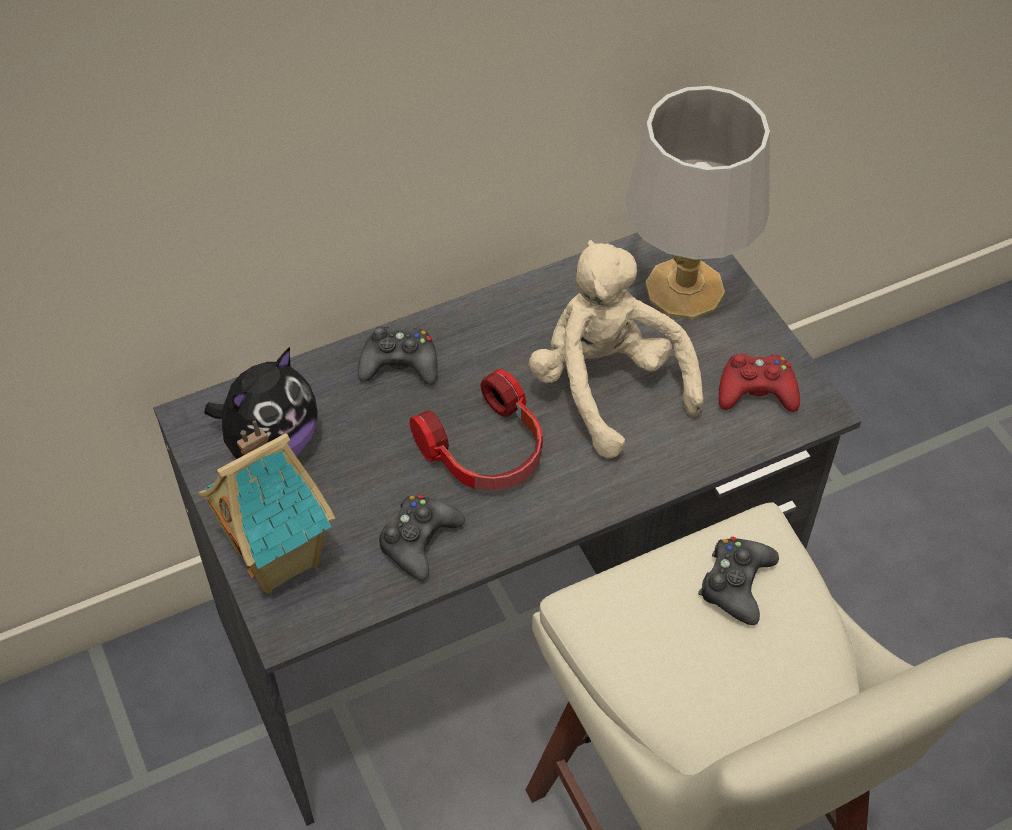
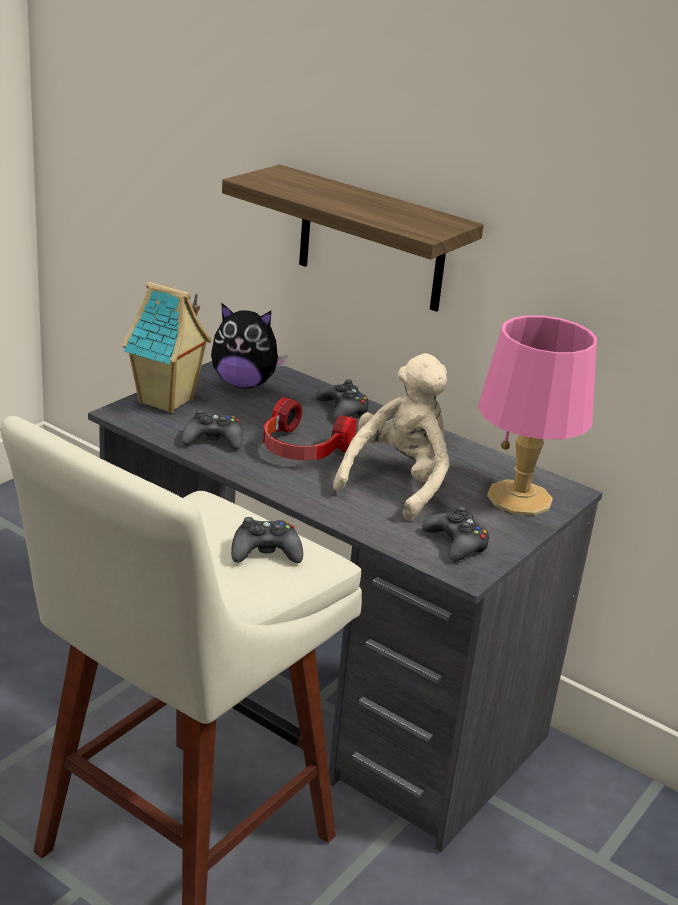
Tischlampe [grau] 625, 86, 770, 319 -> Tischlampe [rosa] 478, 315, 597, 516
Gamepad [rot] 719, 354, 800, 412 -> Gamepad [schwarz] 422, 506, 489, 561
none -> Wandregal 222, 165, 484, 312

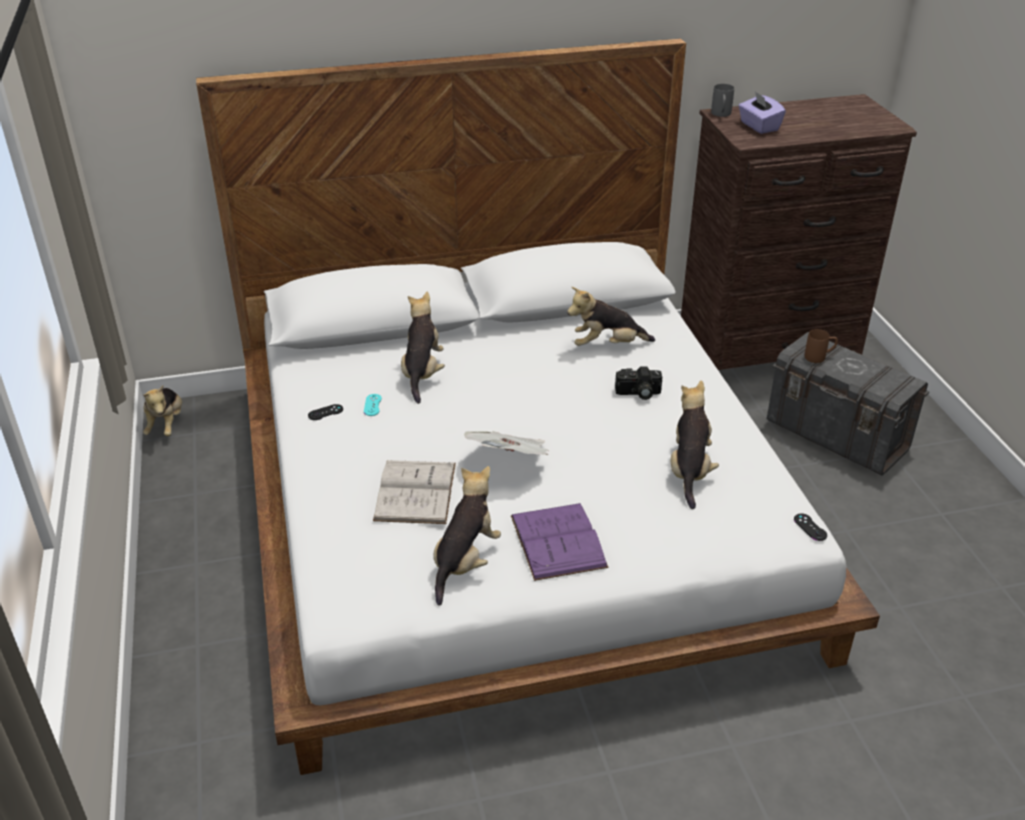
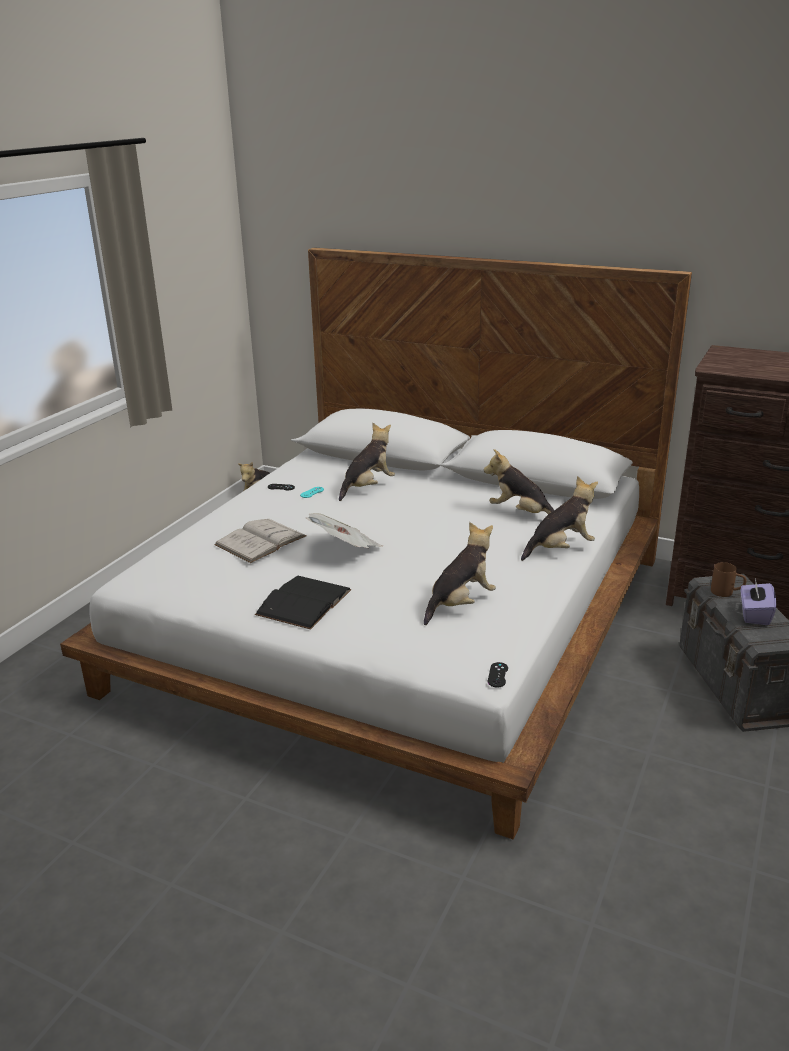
Plüschtier 433, 466, 501, 606 -> Plüschtier 521, 476, 598, 561, shifted
Buch [lila] 511, 503, 608, 581 -> Buch [schwarz] 255, 576, 352, 630
Kamera 615, 366, 662, 400 -> none
Henkelbecher [grau] 711, 84, 734, 117 -> none
Taschentuchbox [lila] 739, 91, 786, 134 -> Taschentuchbox [lila] 741, 578, 776, 625, shifted

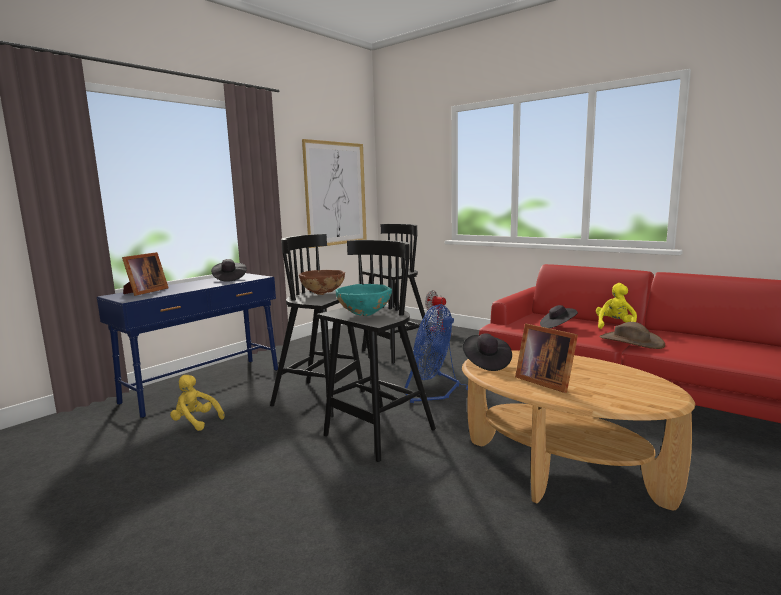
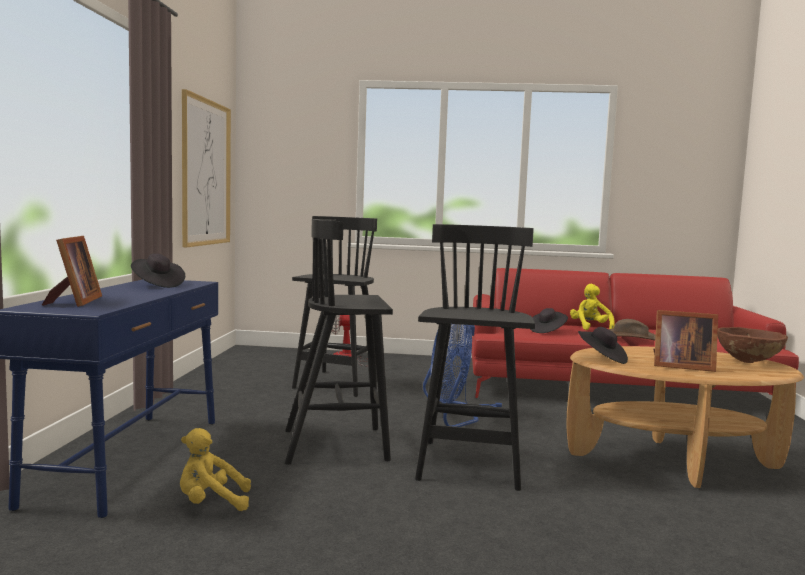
Schüssel [braun] 299, 270, 345, 295 -> Schüssel [braun] 717, 327, 788, 363, shifted
Schüssel [türkis] 336, 284, 392, 316 -> none

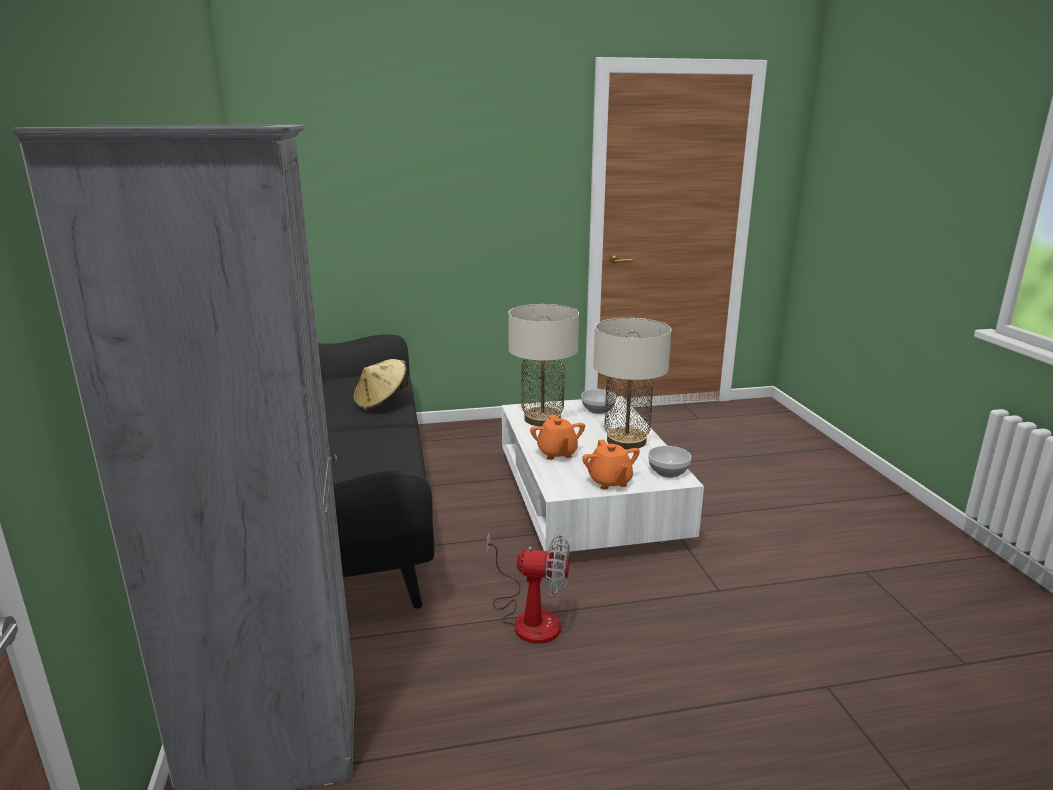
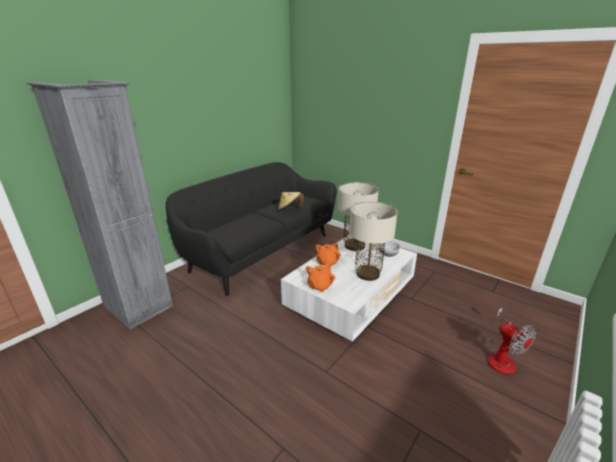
Ventilator 487, 533, 570, 644 -> Ventilator 484, 308, 536, 375, shifted
Schüssel 648, 446, 691, 478 -> none

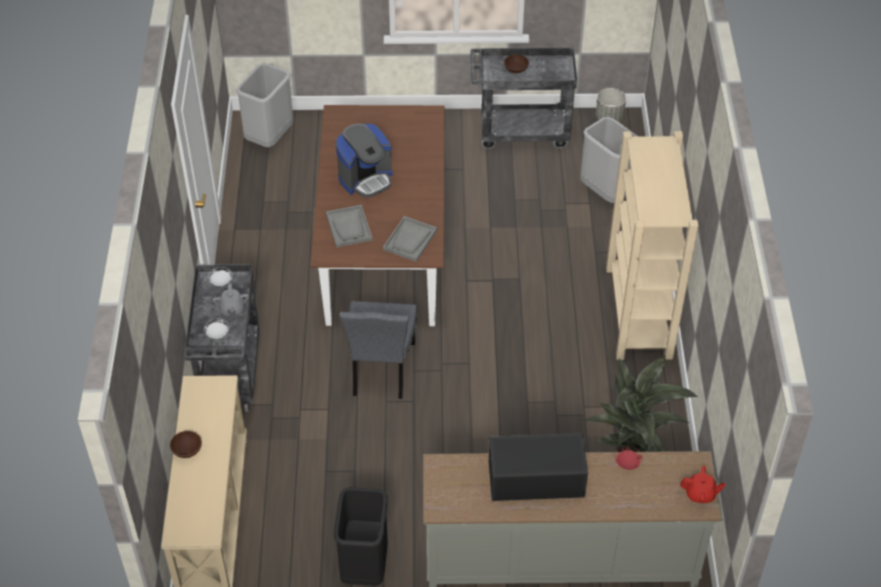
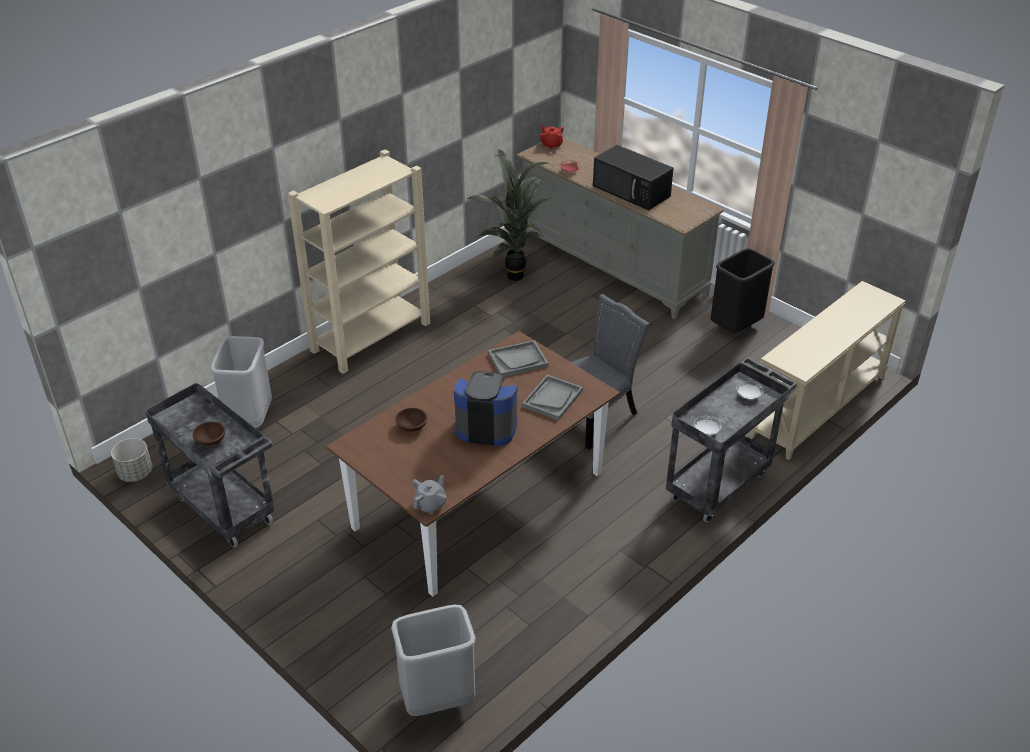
Schüssel [braun] 170, 431, 202, 458 -> Schüssel [braun] 395, 408, 428, 432, shifted
Teekanne [grau] 212, 284, 249, 316 -> Teekanne [grau] 412, 475, 447, 514, shifted

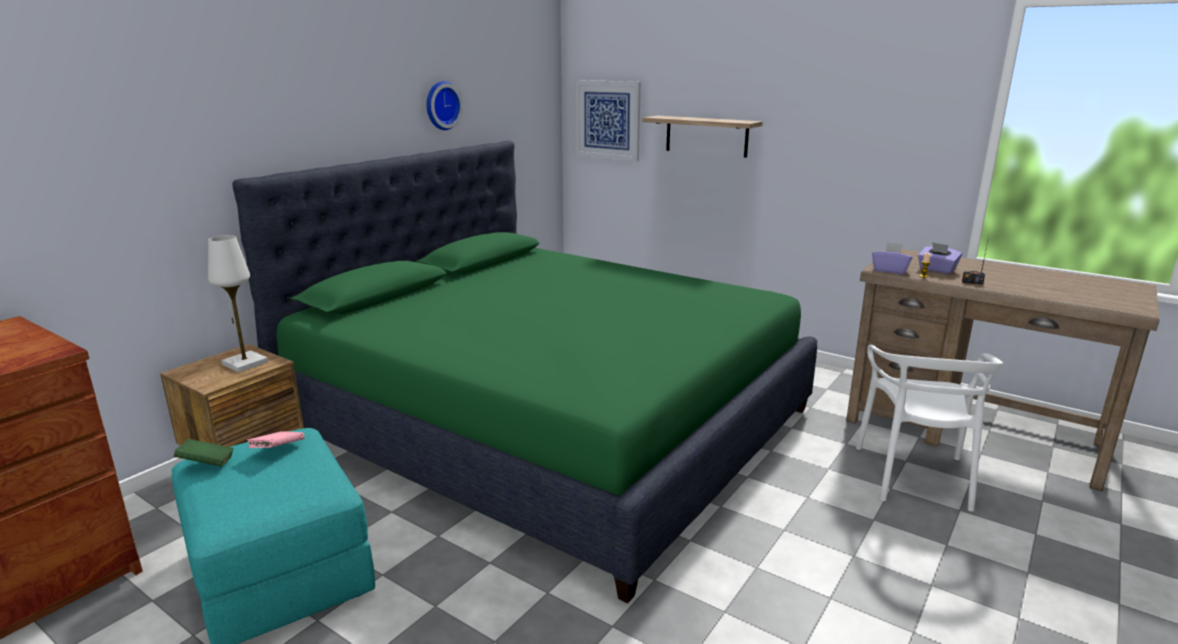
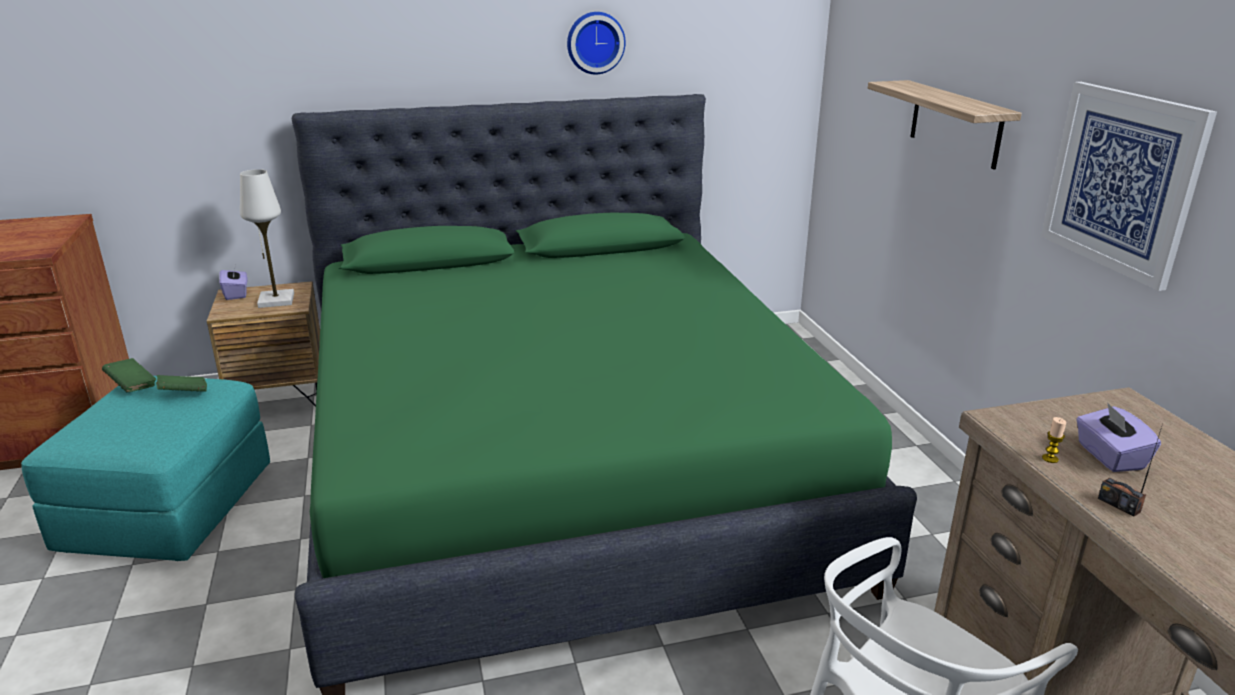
Buch [rosa] 247, 431, 304, 448 -> Buch [grün] 156, 375, 207, 392
Bild 575, 80, 641, 161 -> Bild 1041, 82, 1217, 291, shifted
Taschentuchbox [lila] 872, 242, 913, 274 -> Taschentuchbox [lila] 219, 264, 248, 300, shifted

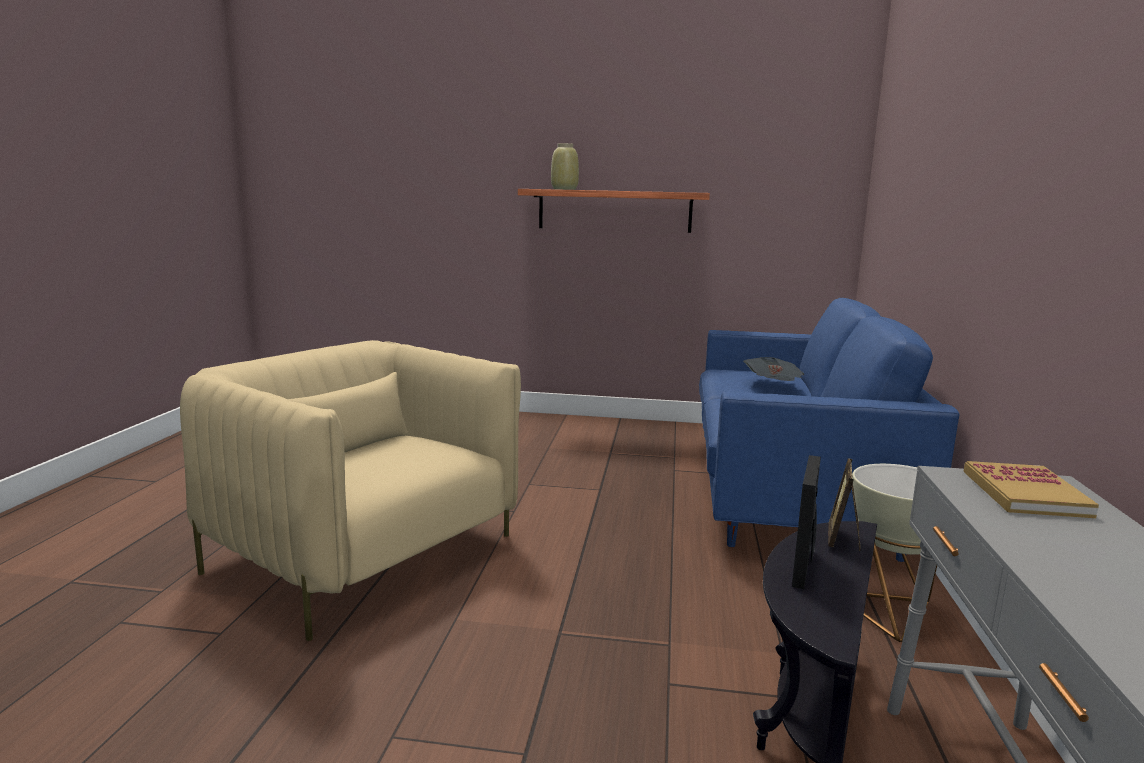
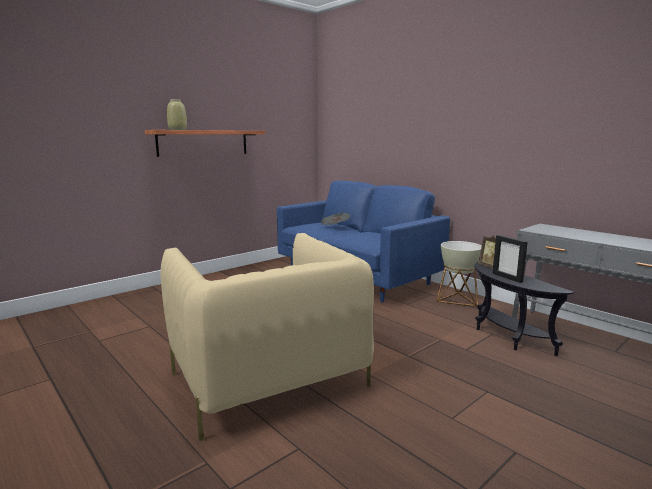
Sessel [beige] 180, 340, 521, 641 -> Sessel [beige] 161, 233, 374, 441, 105 degrees counterclockwise
Buch 963, 461, 1099, 518 -> none

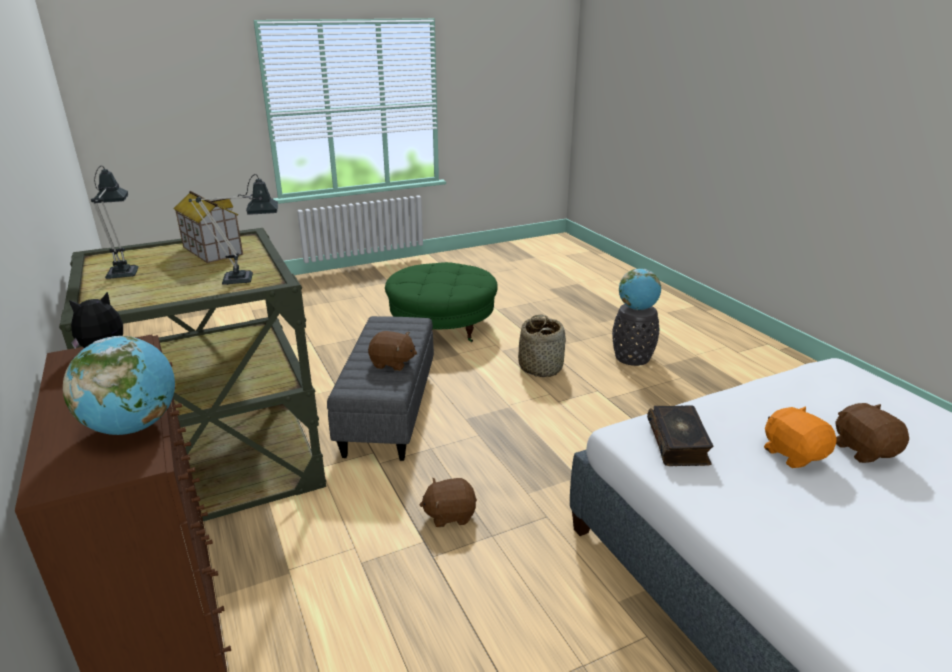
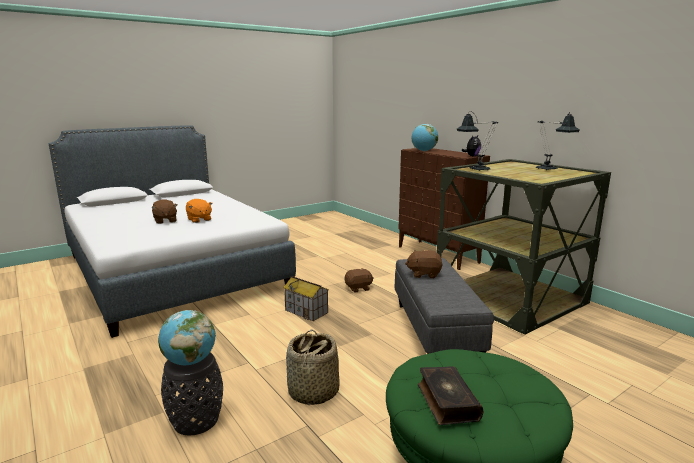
Spielzeughaus 173, 191, 243, 263 -> Spielzeughaus 283, 276, 328, 321, shifted
Buch 647, 405, 713, 466 -> Buch 418, 366, 483, 425, shifted

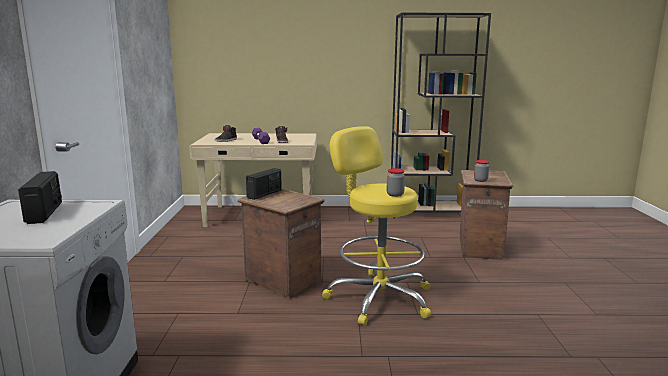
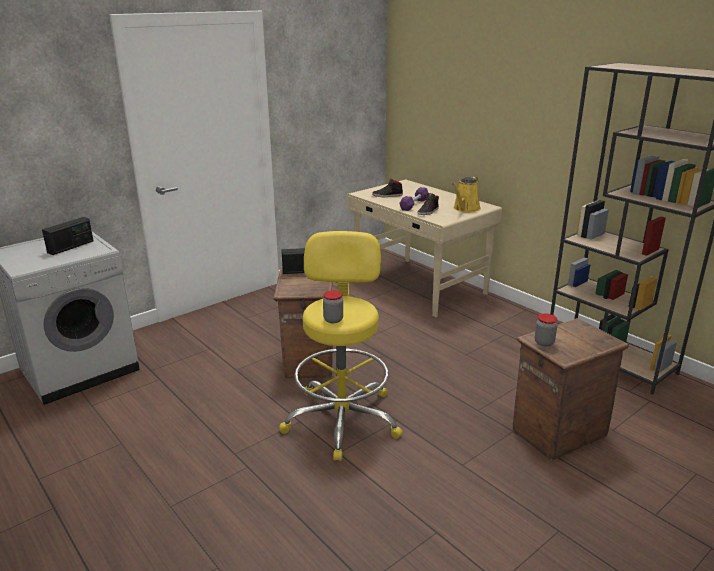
none -> Gießkanne [gelb] 452, 177, 481, 212

